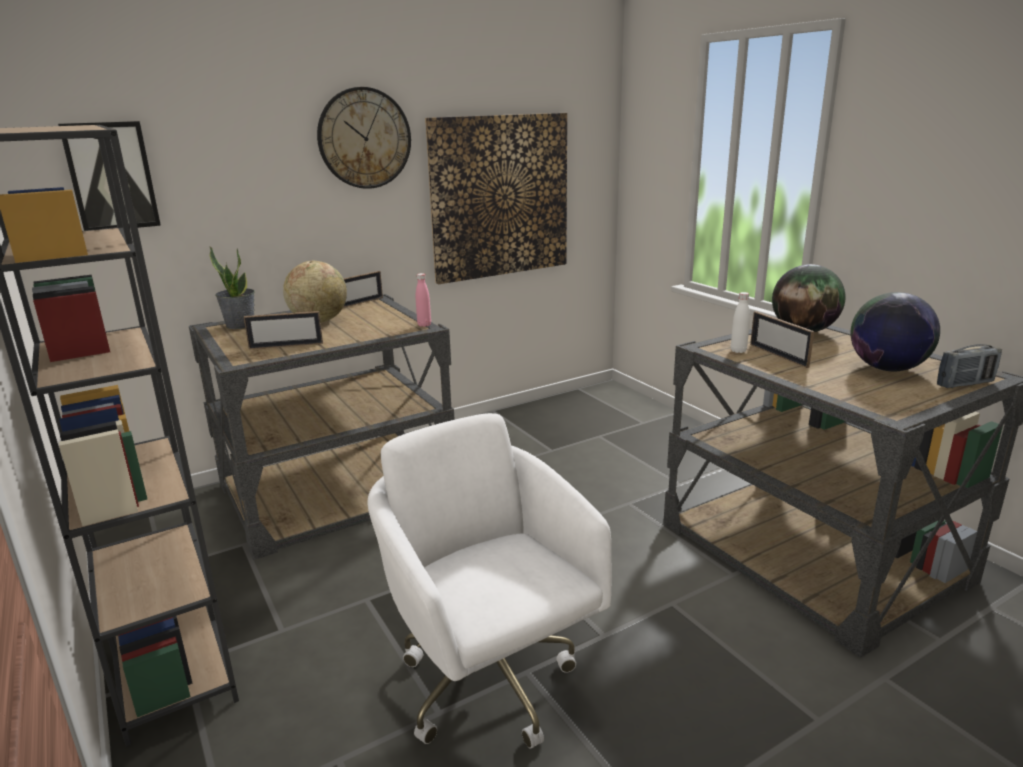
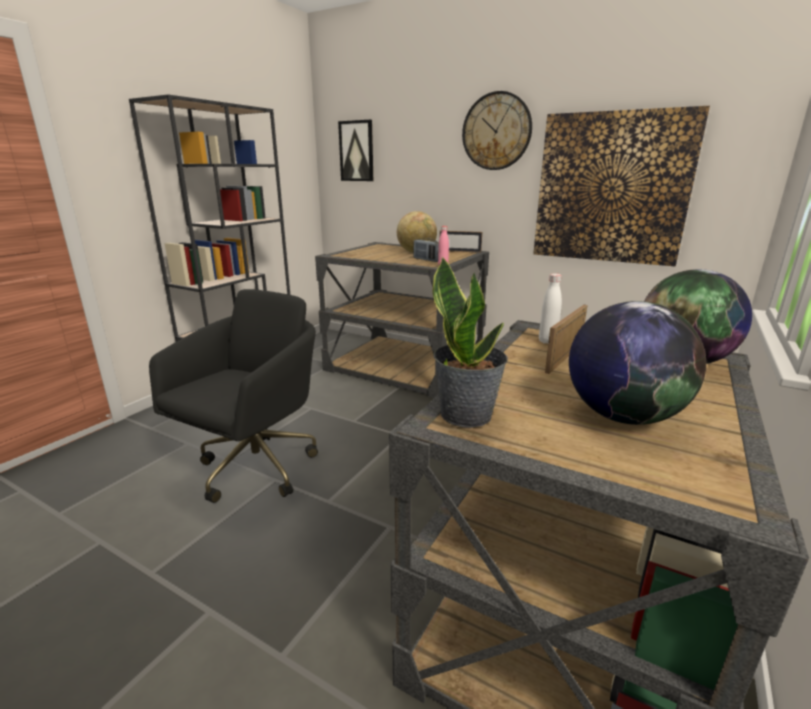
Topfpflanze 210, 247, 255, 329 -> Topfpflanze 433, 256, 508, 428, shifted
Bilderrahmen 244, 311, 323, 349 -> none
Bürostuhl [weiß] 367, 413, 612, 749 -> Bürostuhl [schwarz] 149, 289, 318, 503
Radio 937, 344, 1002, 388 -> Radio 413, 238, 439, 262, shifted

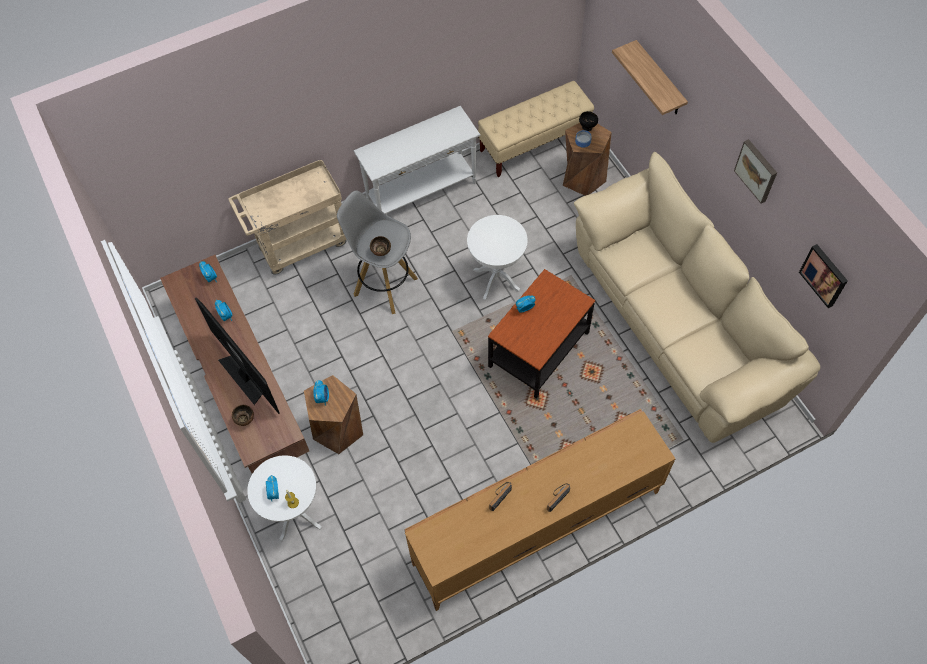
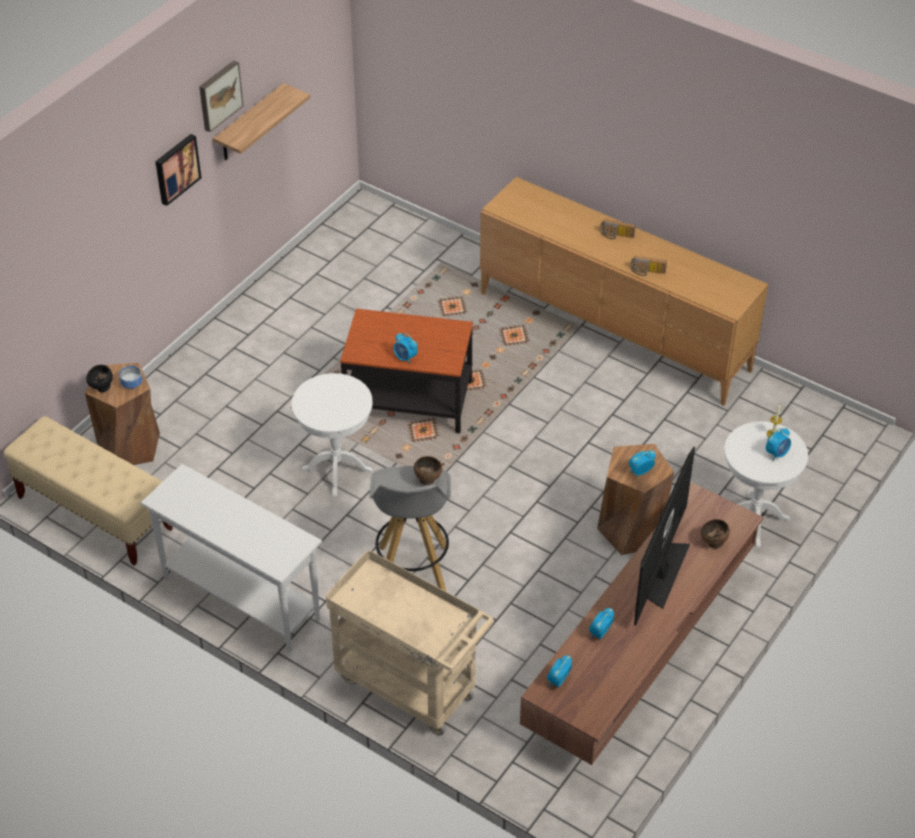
Sofa [beige] 574, 152, 820, 443 -> none
Wandregal 612, 40, 688, 115 -> Wandregal 213, 83, 310, 160, shifted
Bild 799, 244, 848, 308 -> Bild 155, 134, 201, 206, shifted

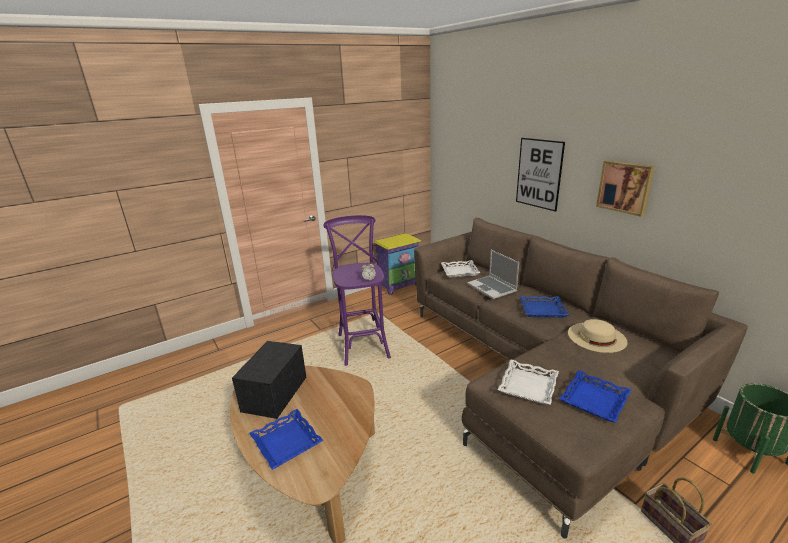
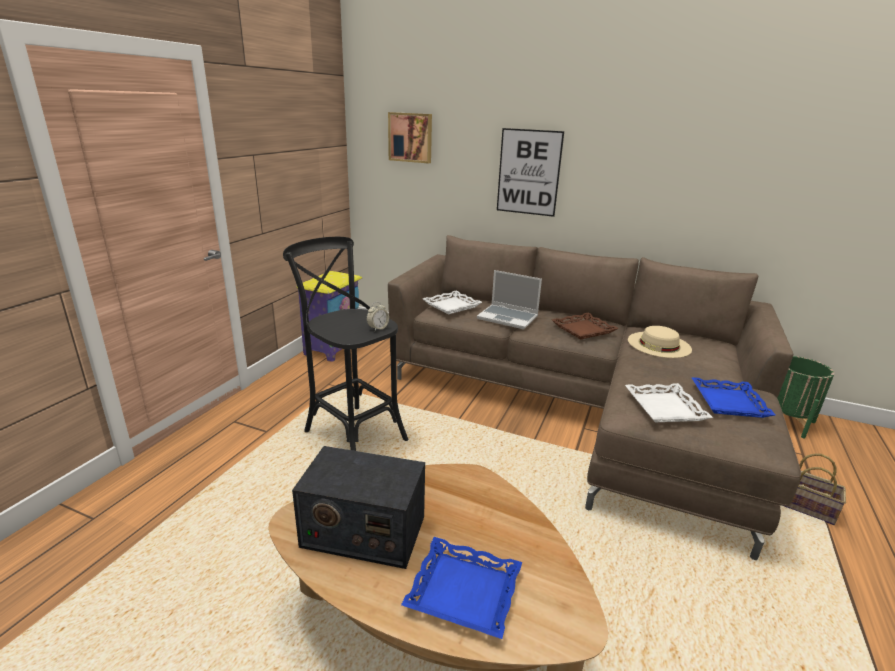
Radio 232, 341, 306, 419 -> Radio 292, 446, 425, 569, 60 degrees counterclockwise
Hocker [lila] 323, 215, 391, 366 -> Hocker [schwarz] 283, 237, 408, 451
Tablett [blau] 519, 296, 569, 318 -> Tablett [braun] 552, 313, 619, 340
Bild 596, 161, 654, 217 -> Bild 388, 112, 432, 164, shifted

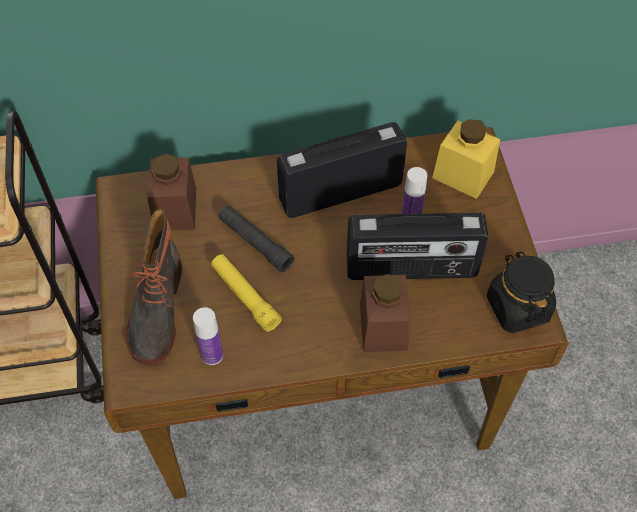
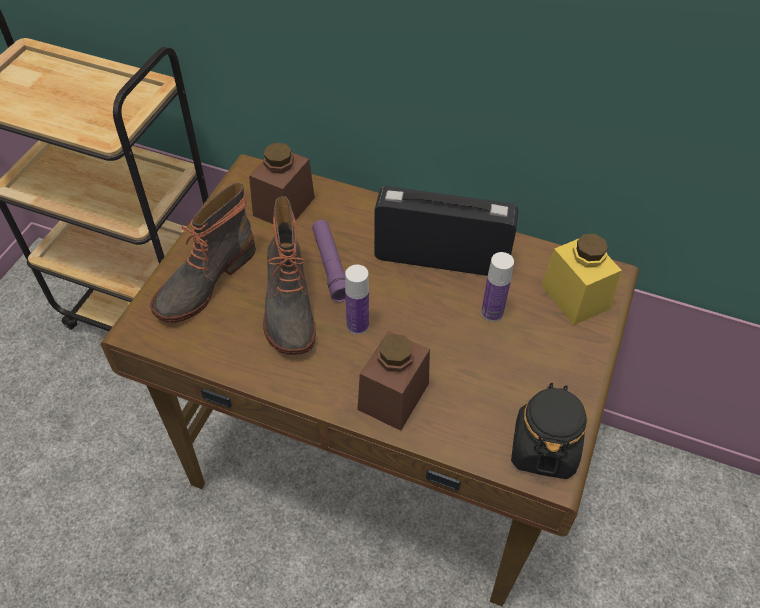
Flasche 193, 307, 223, 365 -> Flasche 345, 265, 369, 334, shifted
Taschenlampe [gelb] 211, 254, 282, 332 -> Stiefel 263, 196, 316, 355
Taschenlampe [schwarz] 218, 206, 295, 273 -> Taschenlampe [lila] 312, 220, 346, 302
Radio 347, 213, 489, 280 -> none

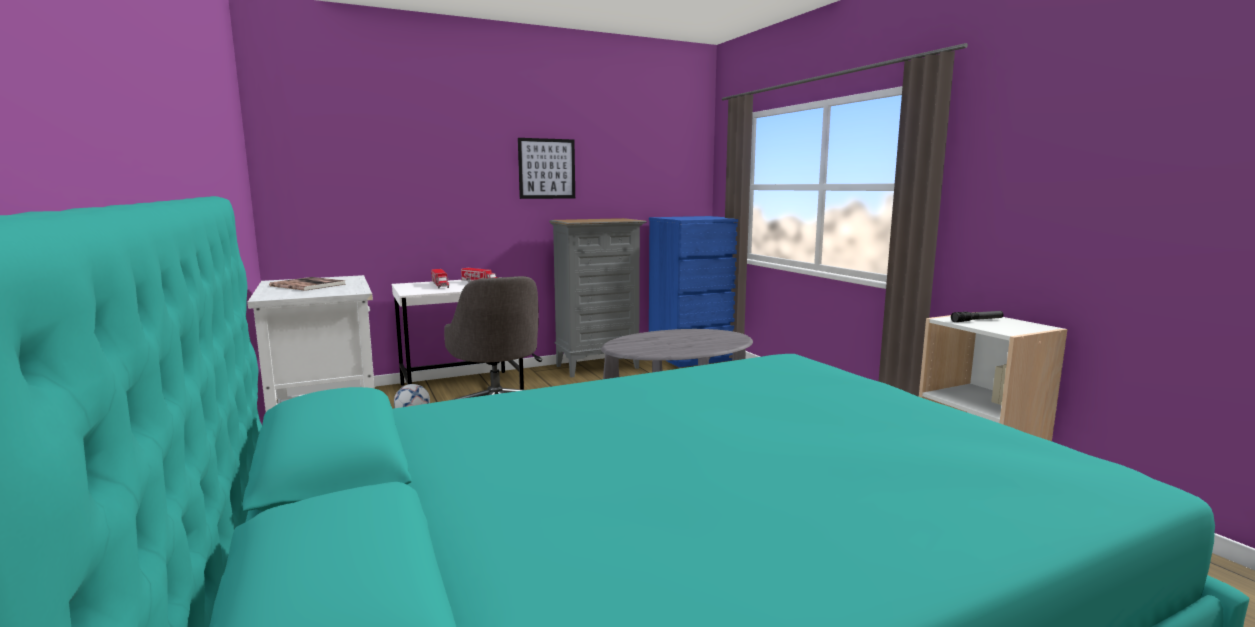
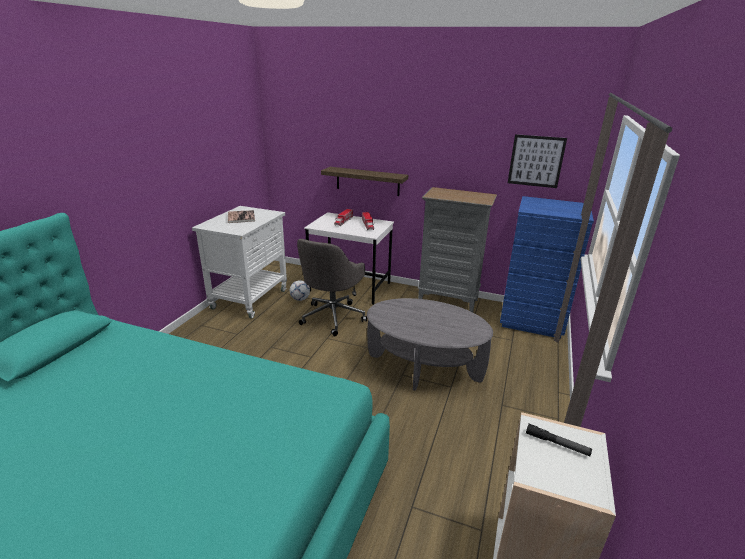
Bild 518, 138, 575, 199 -> Bild 508, 134, 567, 188, shifted
none -> Wandregal 321, 167, 408, 196

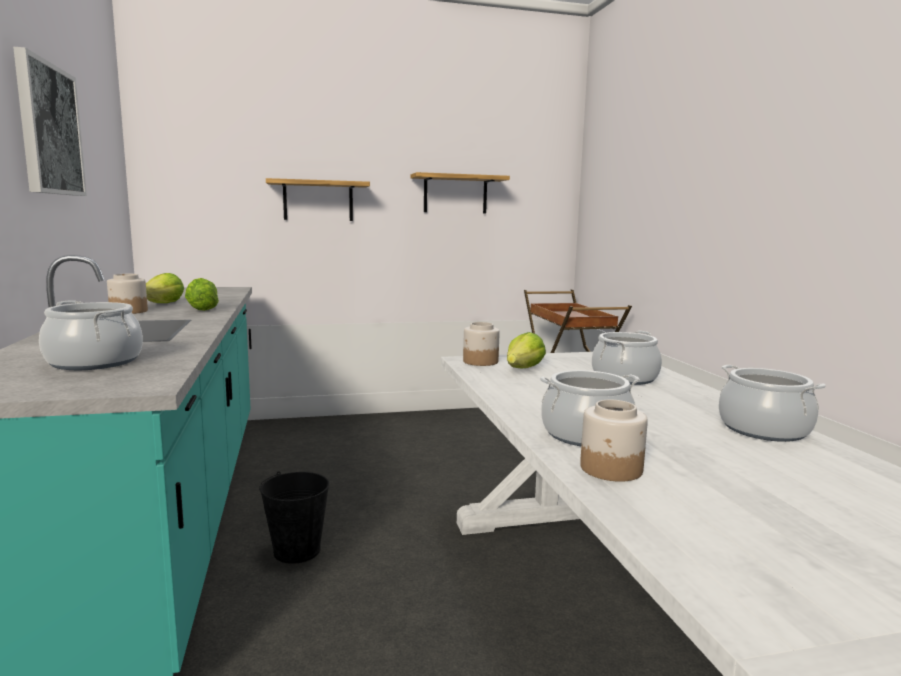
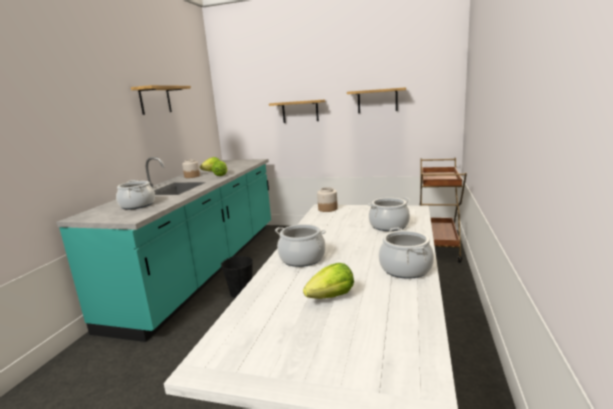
Bild 13, 47, 87, 196 -> Wandregal 131, 85, 191, 115
Salatkopf 507, 332, 546, 369 -> Salatkopf 303, 263, 354, 299, shifted
Vorratsglas 580, 400, 648, 482 -> none

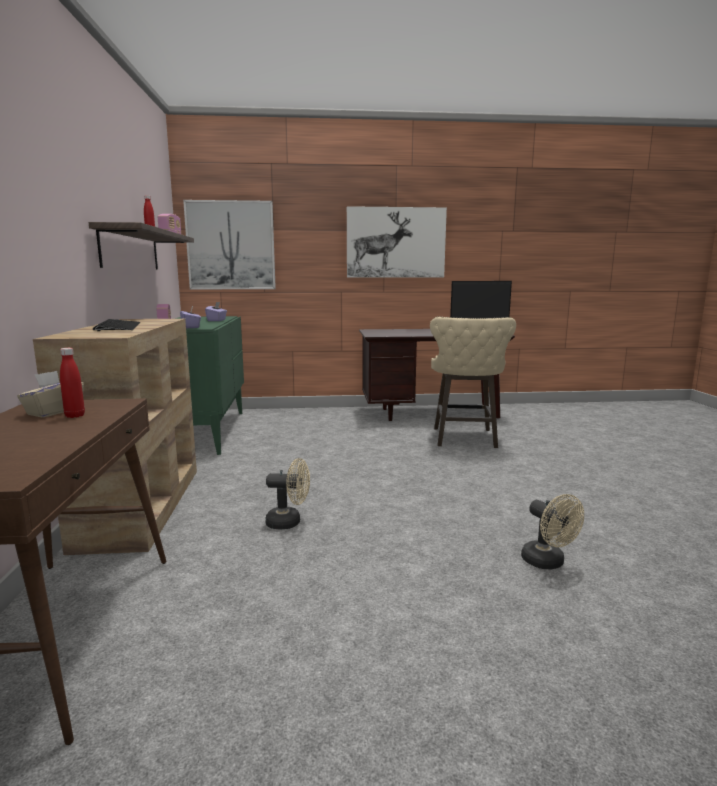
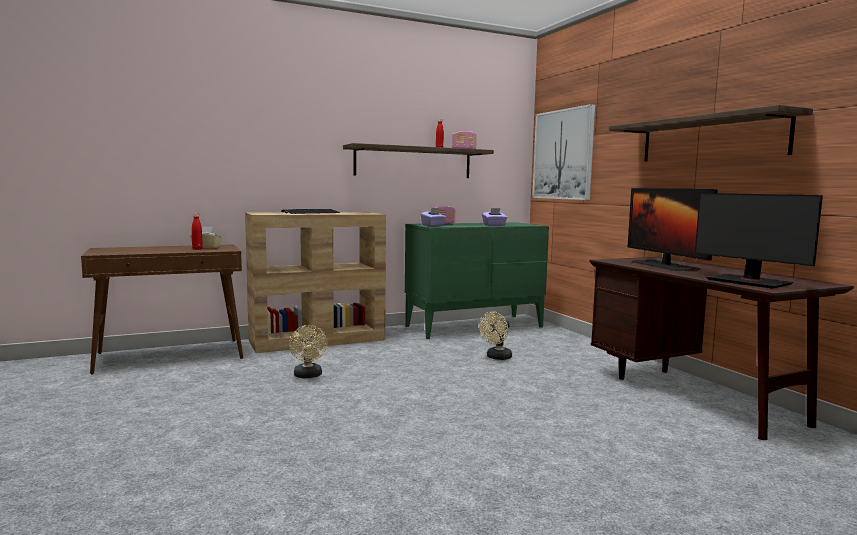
Bild 347, 206, 447, 277 -> Wandregal 609, 105, 813, 161
Hocker [beige] 430, 316, 516, 448 -> none
Ventilator [beige] 521, 494, 584, 569 -> Ventilator [beige] 479, 311, 512, 360, shifted
none -> Monitor 628, 188, 718, 271

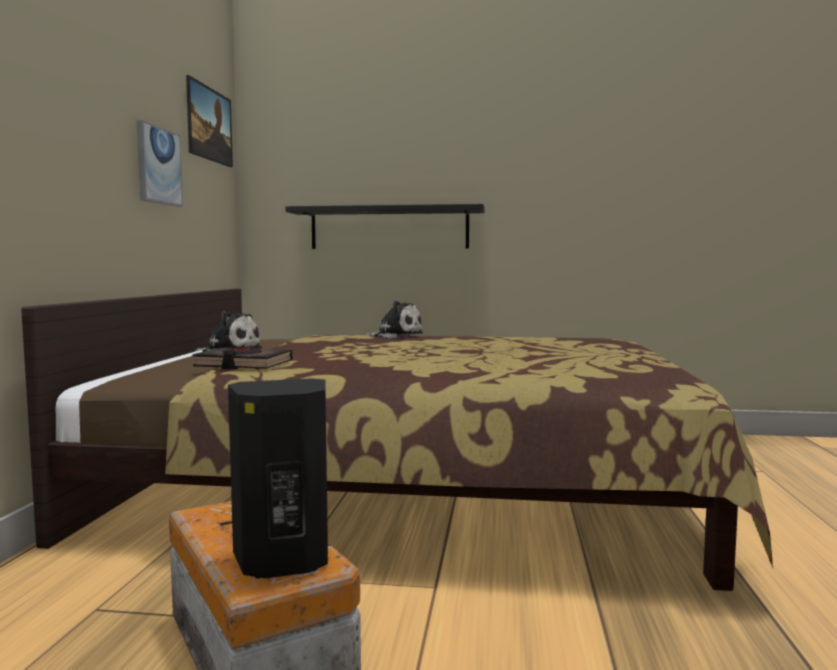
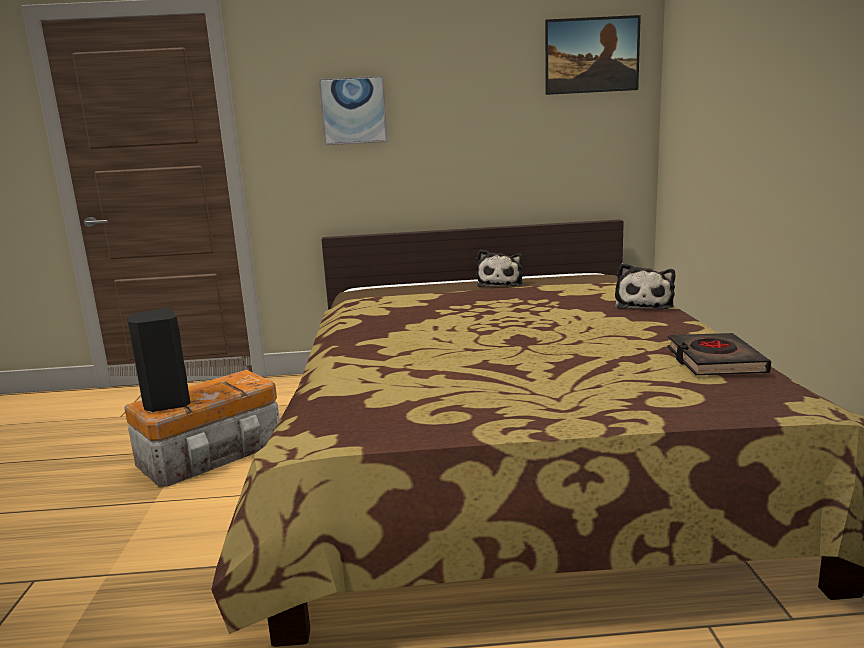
Bild 137, 120, 183, 207 -> Bild 319, 76, 388, 145, shifted
Buch [schwarz] 193, 347, 292, 370 -> Buch [schwarz] 668, 333, 771, 375, shifted
Wandregal [schwarz] 285, 204, 485, 249 -> none

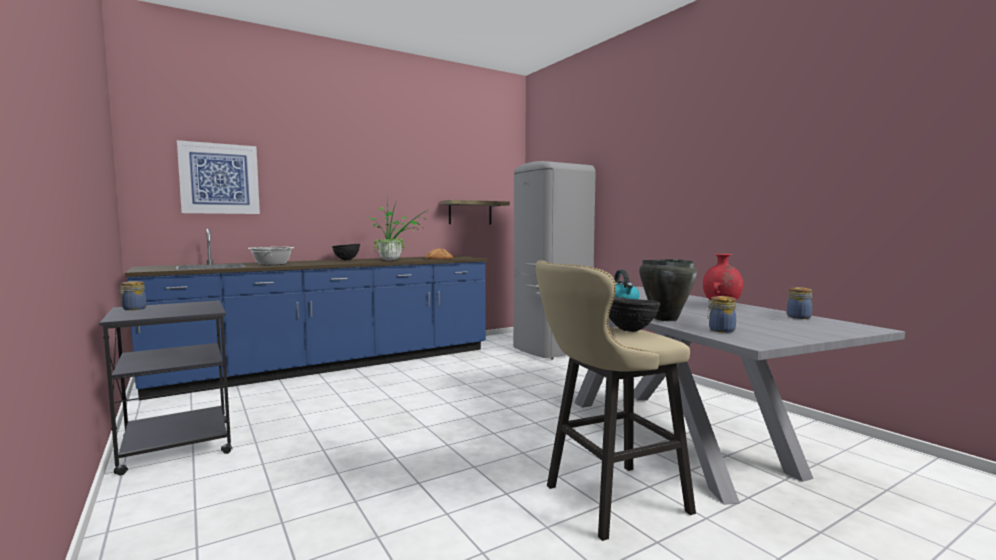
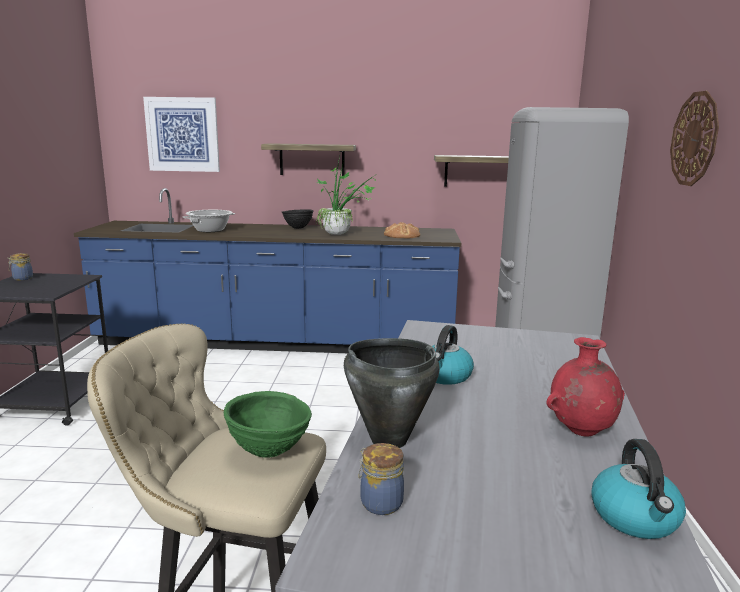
Schüssel [schwarz] 609, 297, 660, 332 -> Schüssel [grün] 224, 391, 312, 458
Vorratsglas 787, 287, 812, 319 -> Wasserkessel 591, 439, 686, 539
none -> Wandregal 261, 143, 356, 176
none -> Wanduhr 670, 91, 719, 186

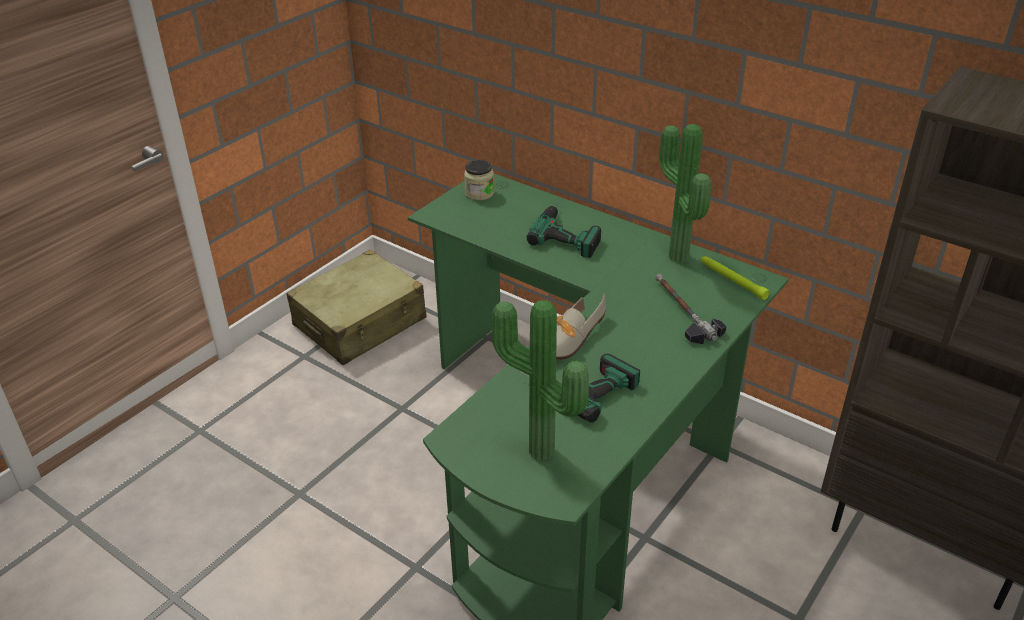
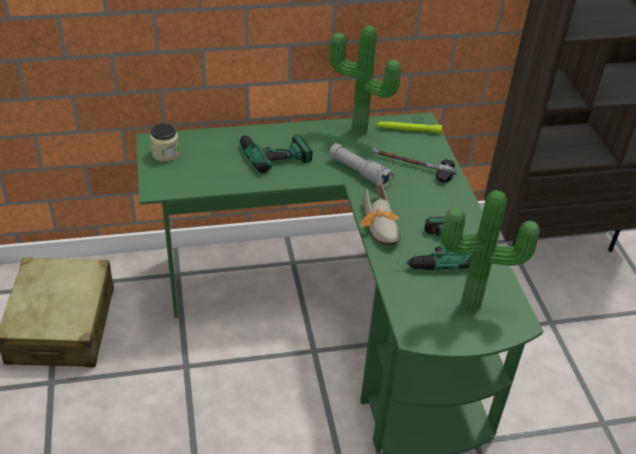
none -> Taschenlampe [grau] 329, 143, 394, 188

